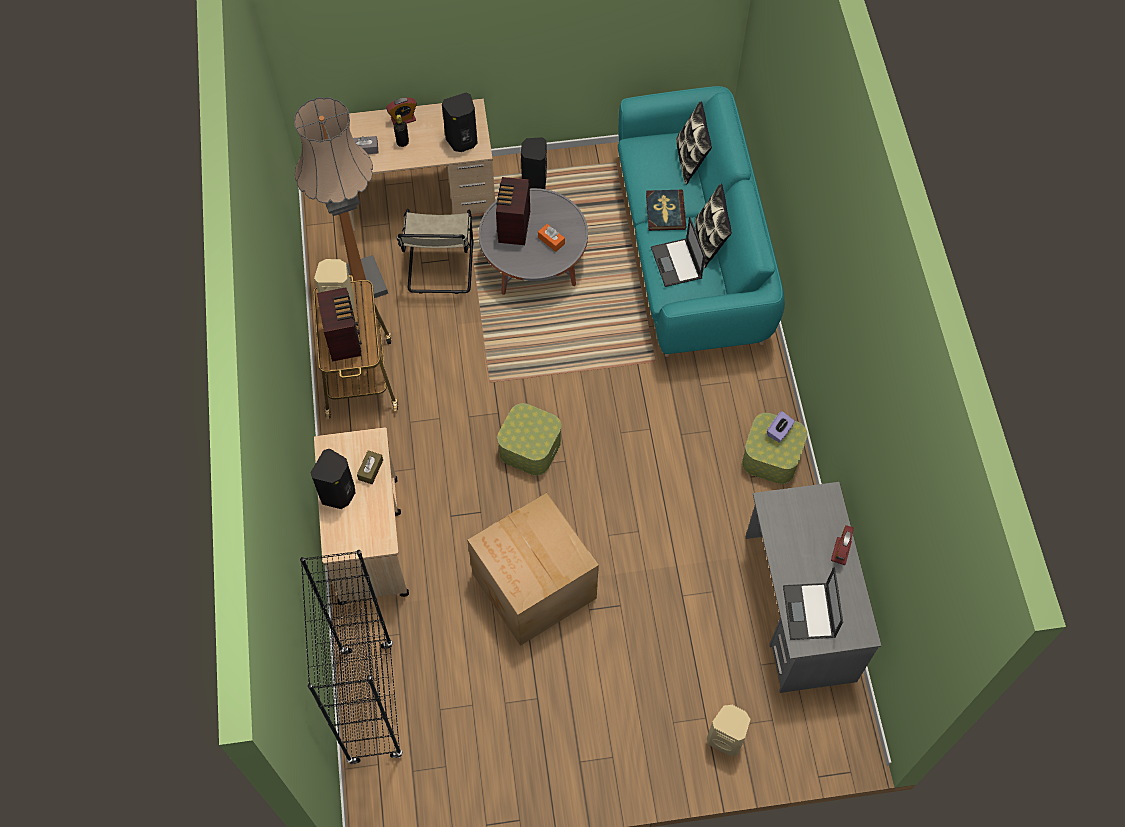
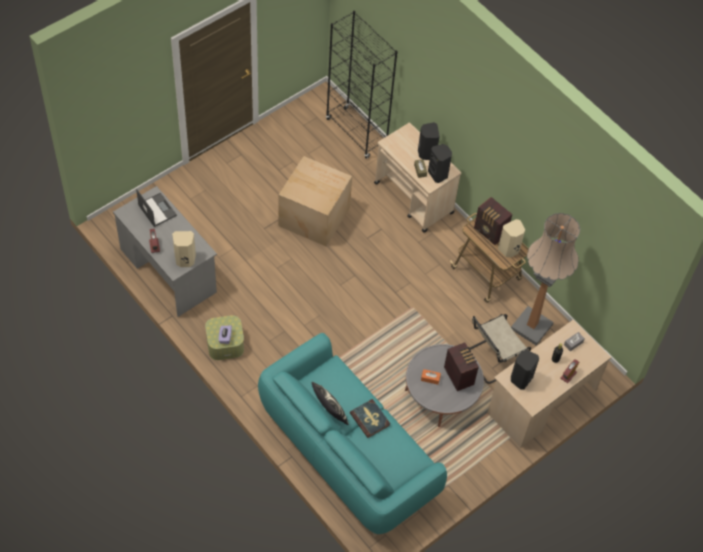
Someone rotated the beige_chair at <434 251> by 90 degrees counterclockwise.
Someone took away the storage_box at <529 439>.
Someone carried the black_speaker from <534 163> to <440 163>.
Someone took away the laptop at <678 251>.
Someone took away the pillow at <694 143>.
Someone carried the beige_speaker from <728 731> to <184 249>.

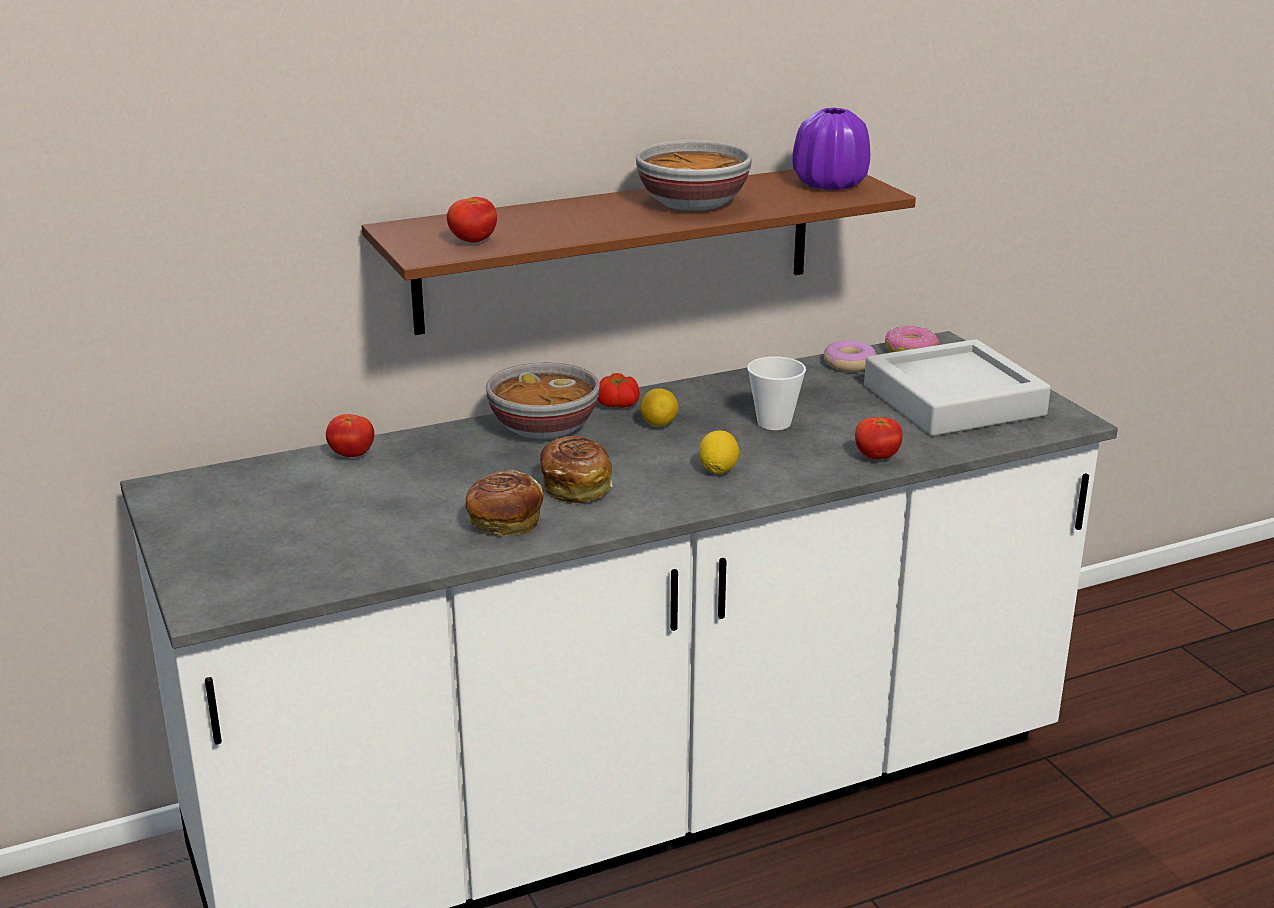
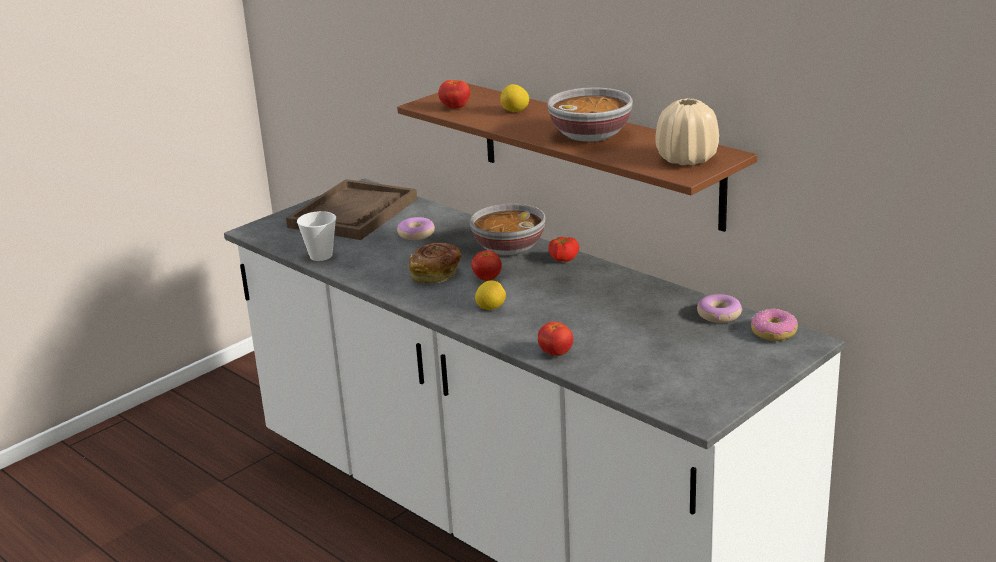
Someone carried the tomato from <350 435> to <486 265>.
Someone took away the bread at <504 503>.
Someone carried the lemon from <659 407> to <514 98>.
Someone carried the cup from <776 393> to <316 236>.
Someone repainted the purple_vase at <831 149>, which became the beige_vase at <687 131>.
Someone took away the grey_tray at <957 387>.
Someone put down the brown_tray at <351 209>.
Someone put down the donut at <416 228>.

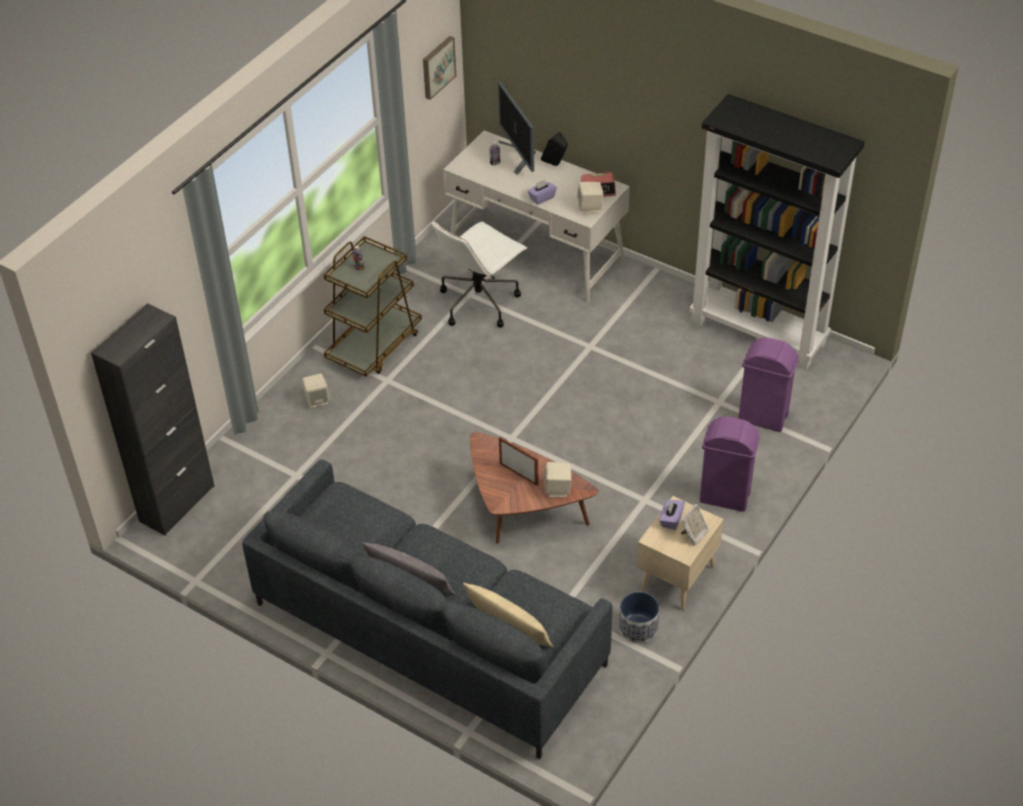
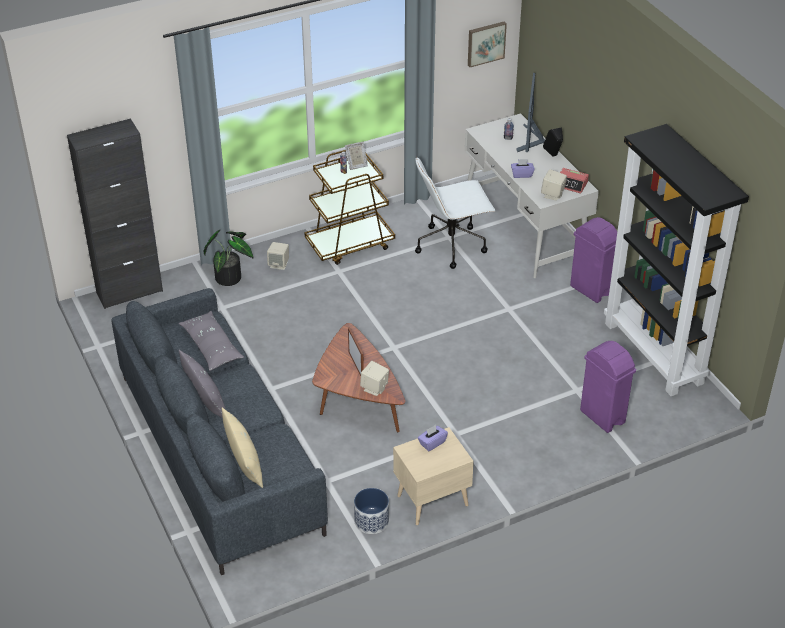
Someone carried the picture_frame from <695 525> to <356 156>.
Someone carried the purple_trash_can from <730 464> to <593 260>.
Someone put down the grey_pillow at <211 341>.
Someone put down the potted_plant at <228 258>.

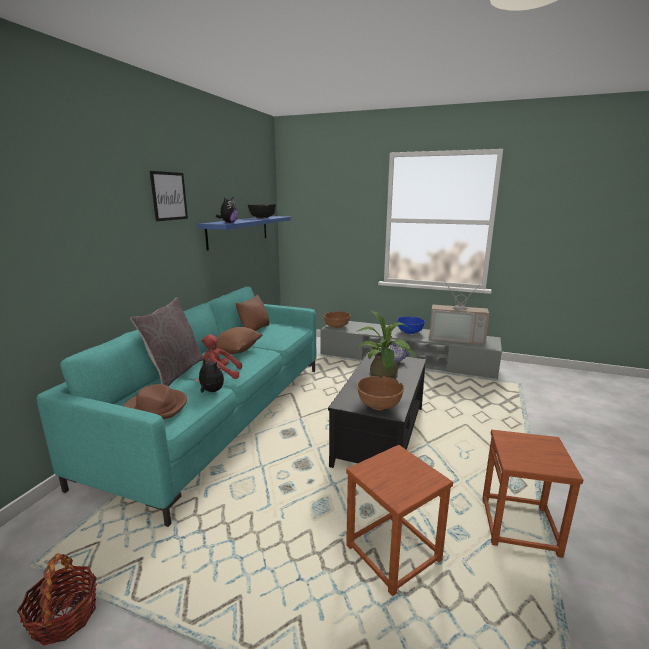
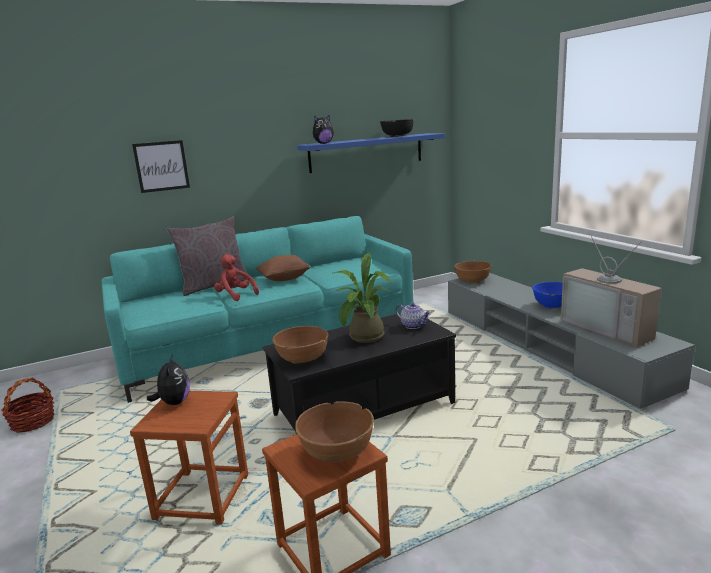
Someone took away the brown_hat at <155 401>.
Someone carried the picture from <169 196> to <161 166>.
Someone carried the plush_toy from <209 375> to <168 380>.
Someone took away the brown_pillow at <253 312>.
Someone put down the brown_bowl at <334 432>.

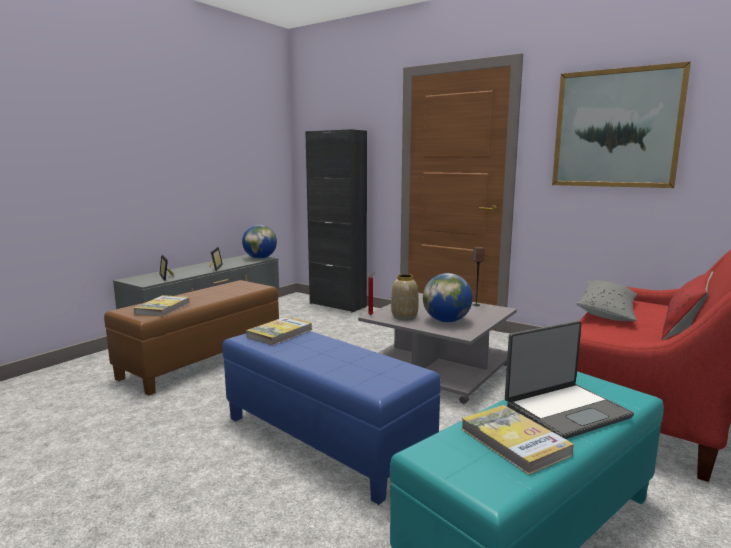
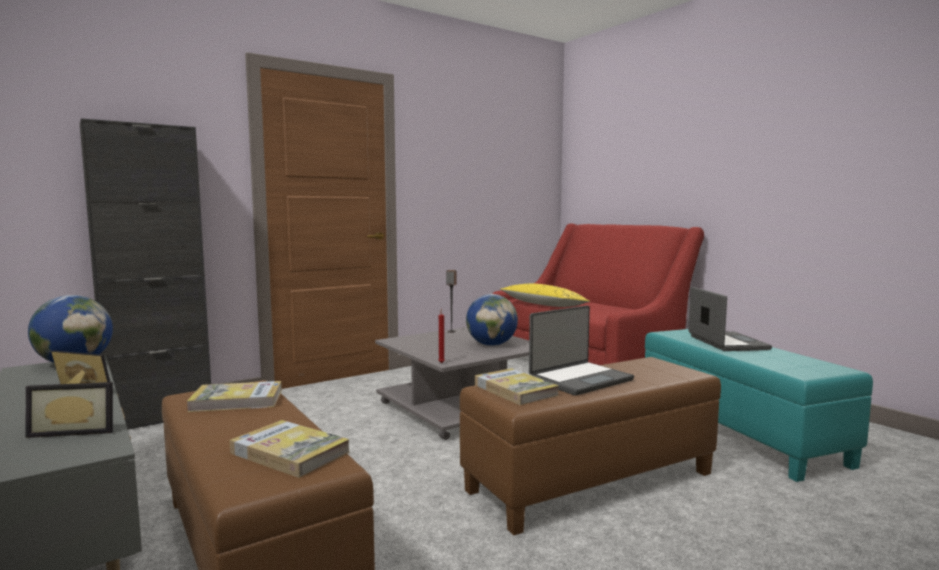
Someone repainted the blue_ottoman at <331 418>, which became the brown_ottoman at <590 446>.
Someone took away the vase at <405 297>.
Someone carried the book from <518 440> to <234 396>.
Someone took away the picture at <621 125>.
Someone repainted the grey_pillow at <606 300>, which became the yellow_pillow at <545 295>.
Someone took away the red_pillow at <687 305>.
Someone put down the laptop at <581 351>.

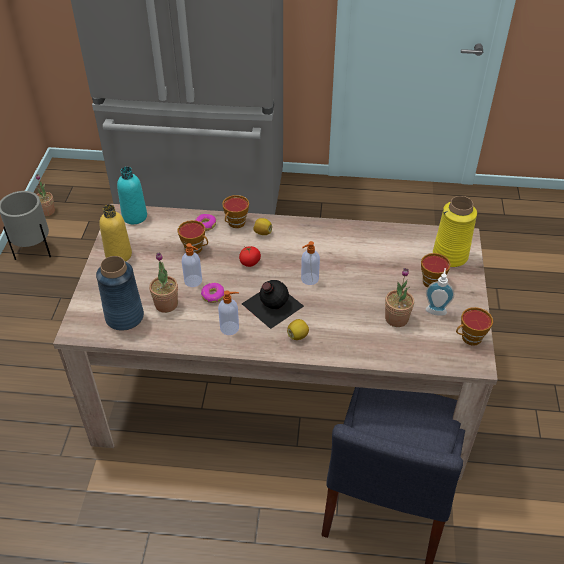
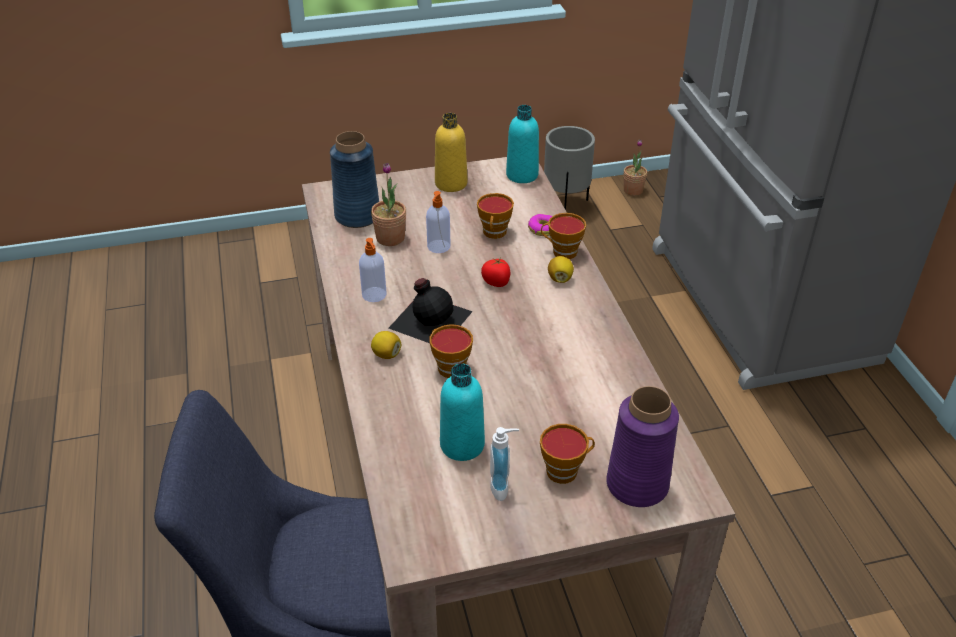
Someone took away the donut at <212 293>.
Someone took away the soap_dispenser at <310 263>.
Someone swapped the potted_plant at <399 297> for the turquoise_bottle at <462 412>.
Someone repainted the yellow_vase at <455 231>, which became the purple_vase at <642 446>.
Someone carried the cup from <474 326> to <451 351>.

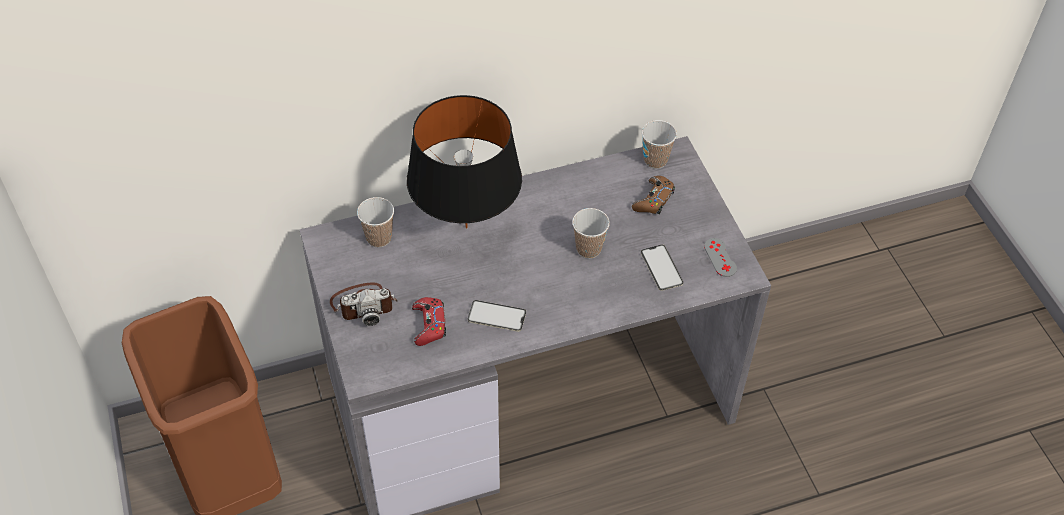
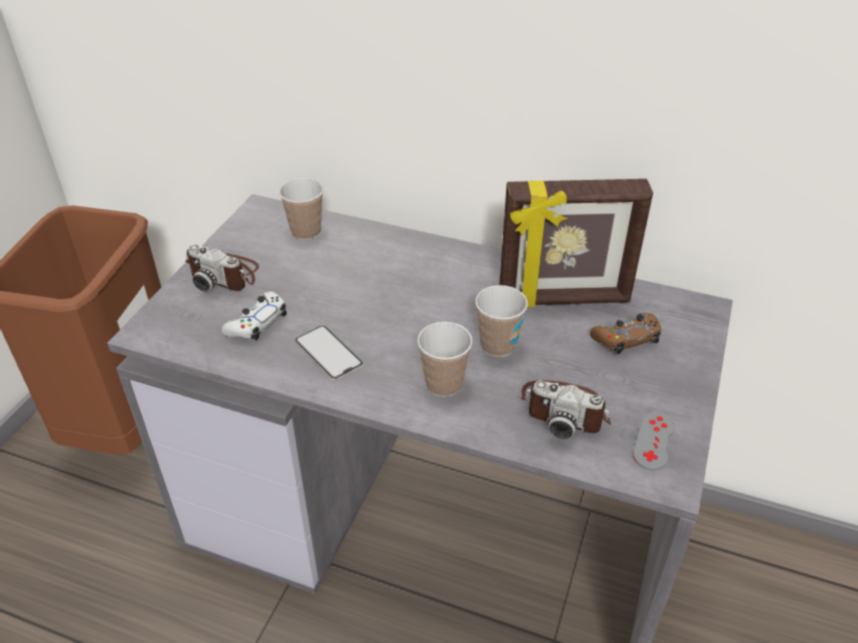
Someone took away the black_table_lamp at <464 161>.
Someone repainted the red_game_controller at <429 321>, which became the white_game_controller at <254 316>.
Someone swapped the phone at <662 267> for the photo_camera at <565 409>.
Someone carried the cup from <659 144> to <444 359>.
Someone put down the picture_frame at <576 243>.

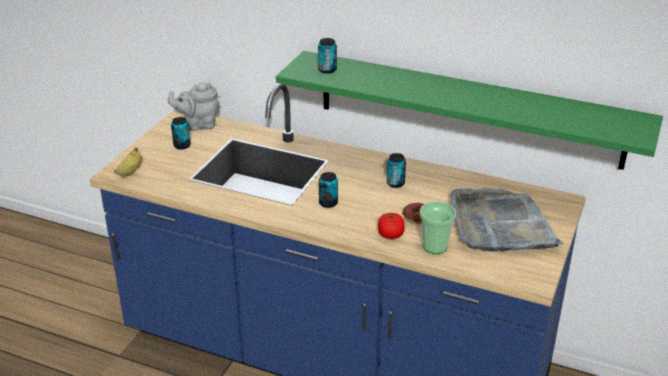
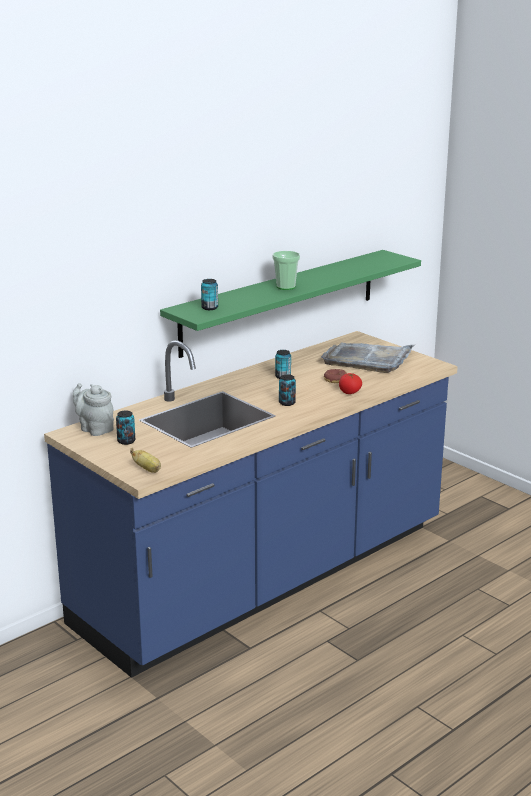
Someone rotated the grey_teapot at <193 106> by 120 degrees clockwise.
Someone carried the cup from <438 228> to <286 270>.

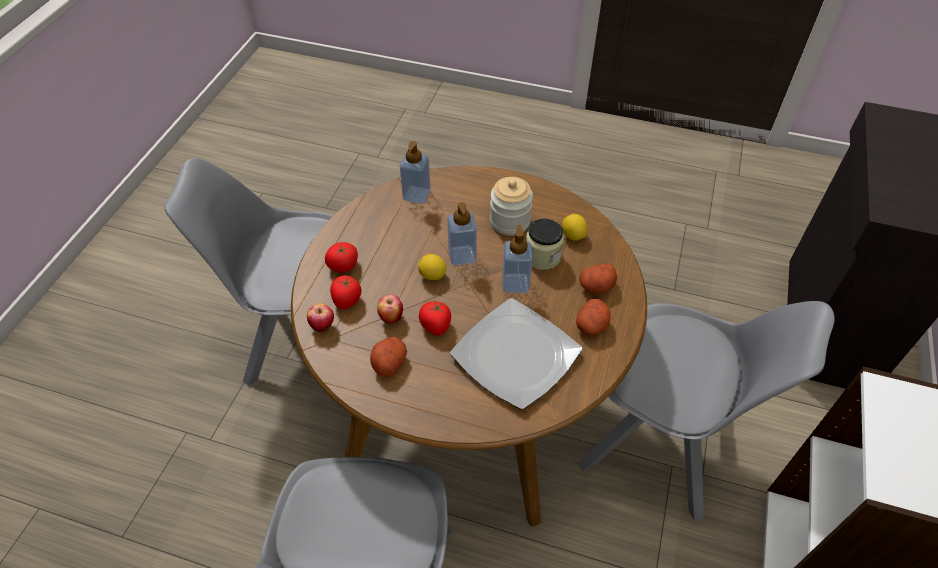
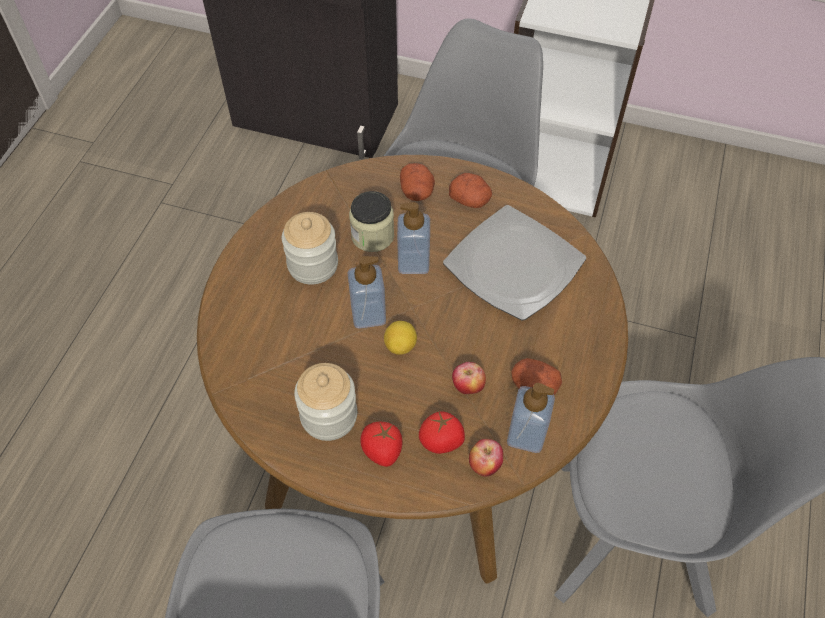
Someone carried the soap_dispenser from <415 172> to <531 418>.
Someone took away the tomato at <435 318>.
Someone took away the lemon at <574 227>.
Someone put down the jar at <325 402>.

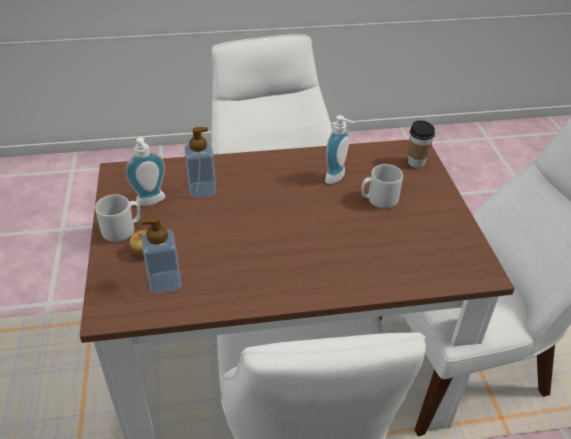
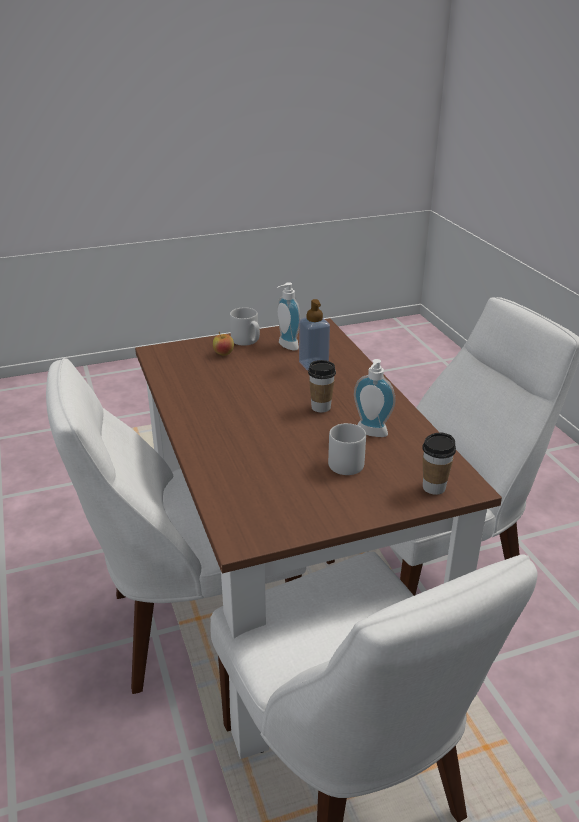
Someone took away the soap_dispenser at <161 255>.
Someone put down the cup at <322 386>.

